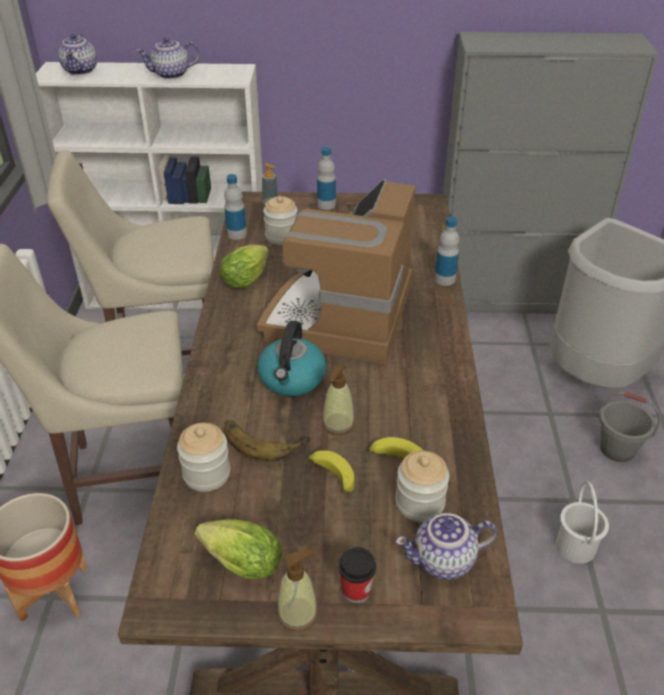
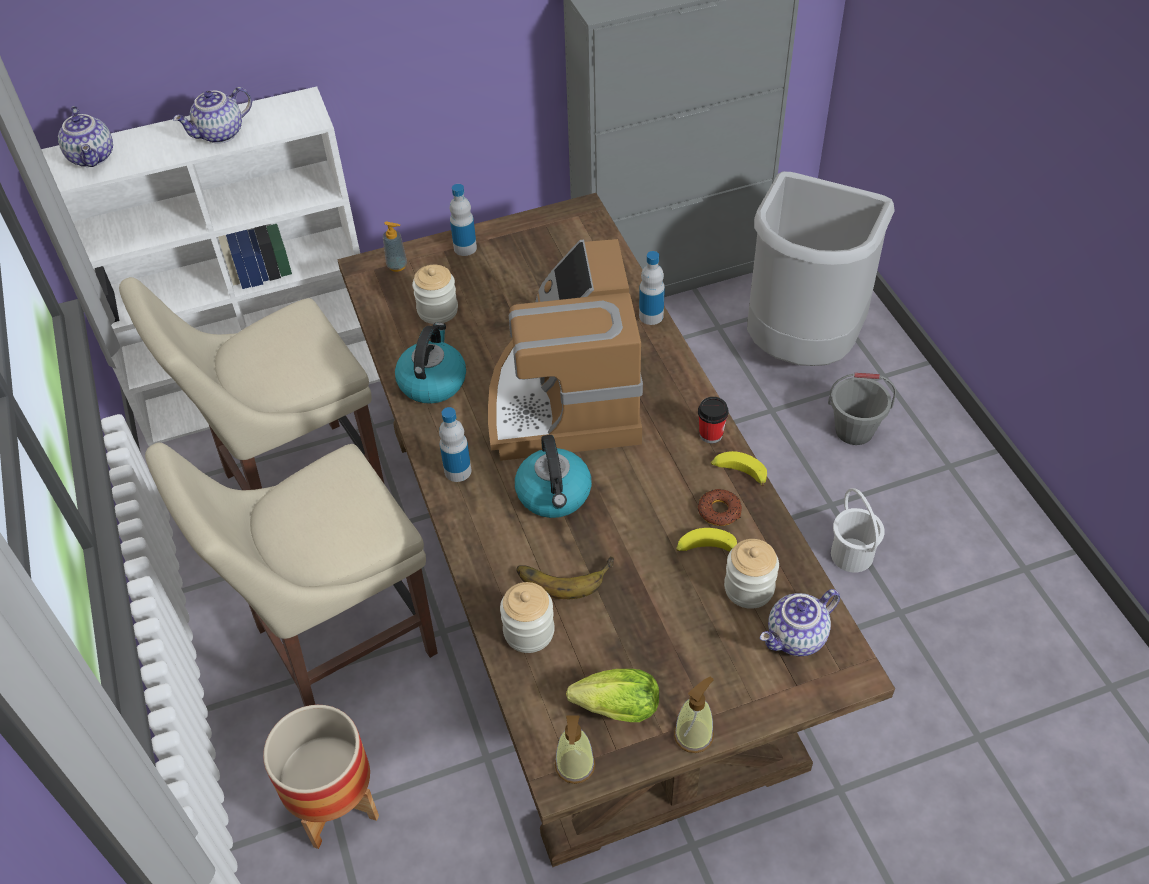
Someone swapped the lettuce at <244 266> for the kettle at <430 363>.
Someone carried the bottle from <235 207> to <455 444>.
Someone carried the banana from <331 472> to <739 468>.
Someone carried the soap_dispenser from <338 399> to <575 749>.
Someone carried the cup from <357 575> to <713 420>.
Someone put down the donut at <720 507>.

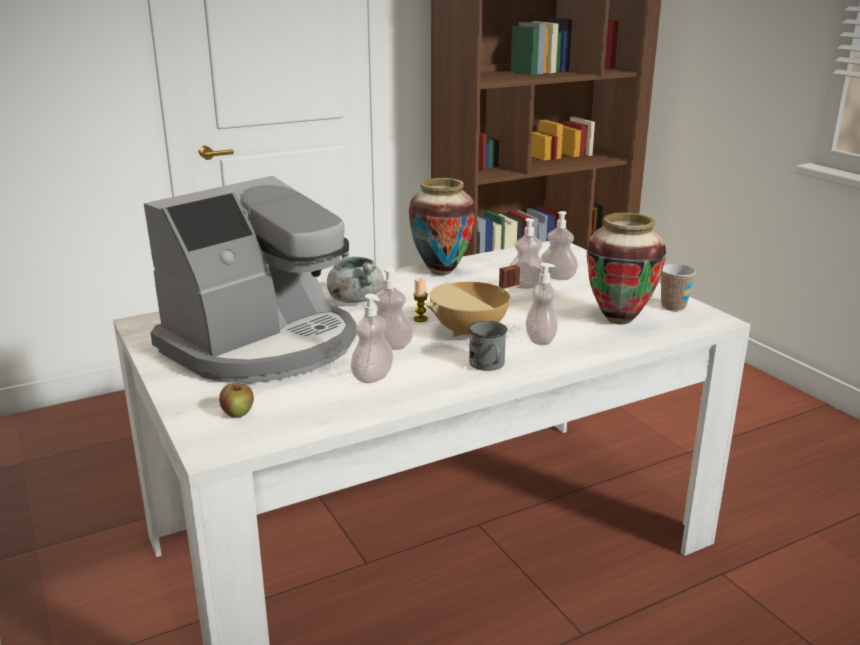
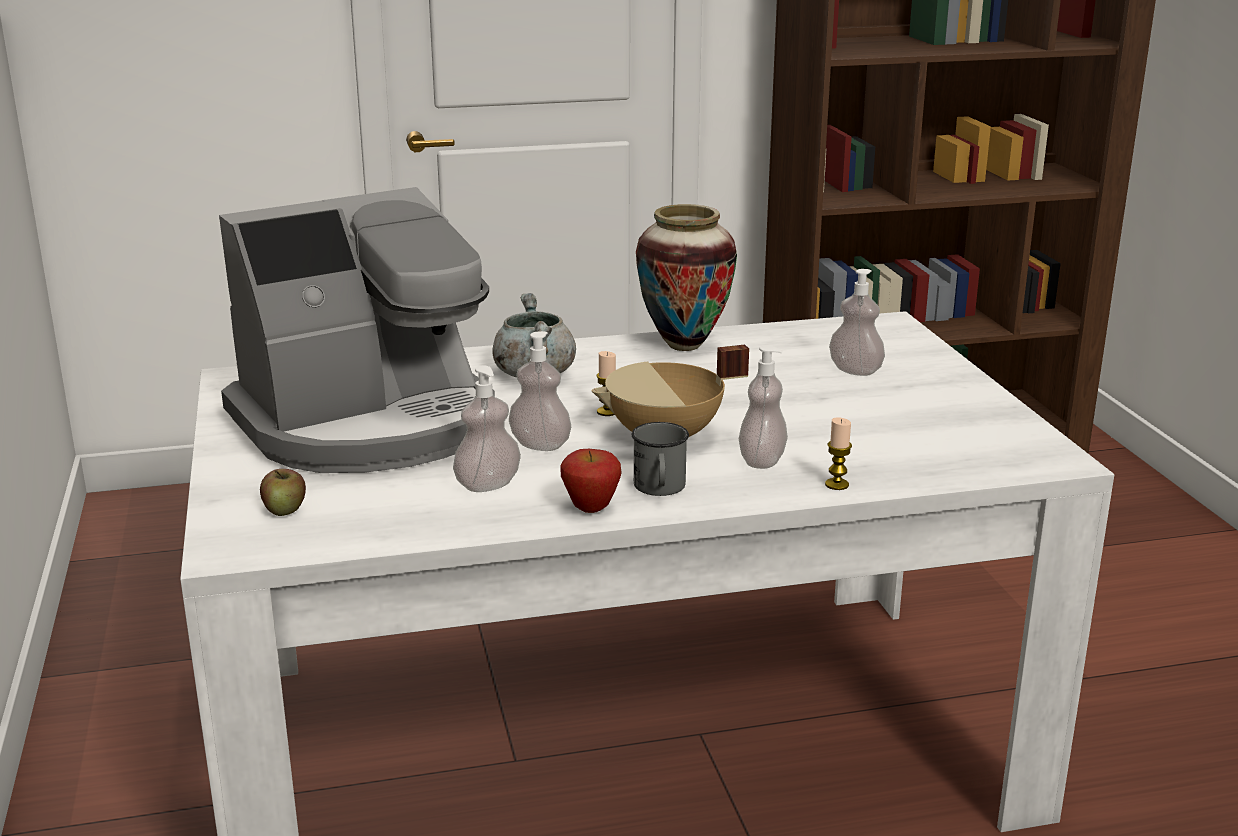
Someone took away the soap_dispenser at <526 253>.
Someone took away the vase at <626 269>.
Someone took away the cup at <678 287>.
Someone put down the apple at <591 481>.
Someone put down the candle at <838 453>.

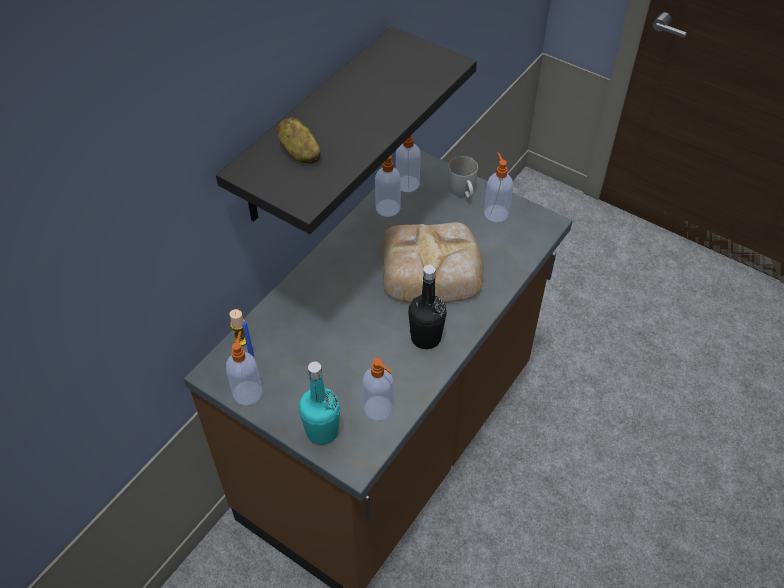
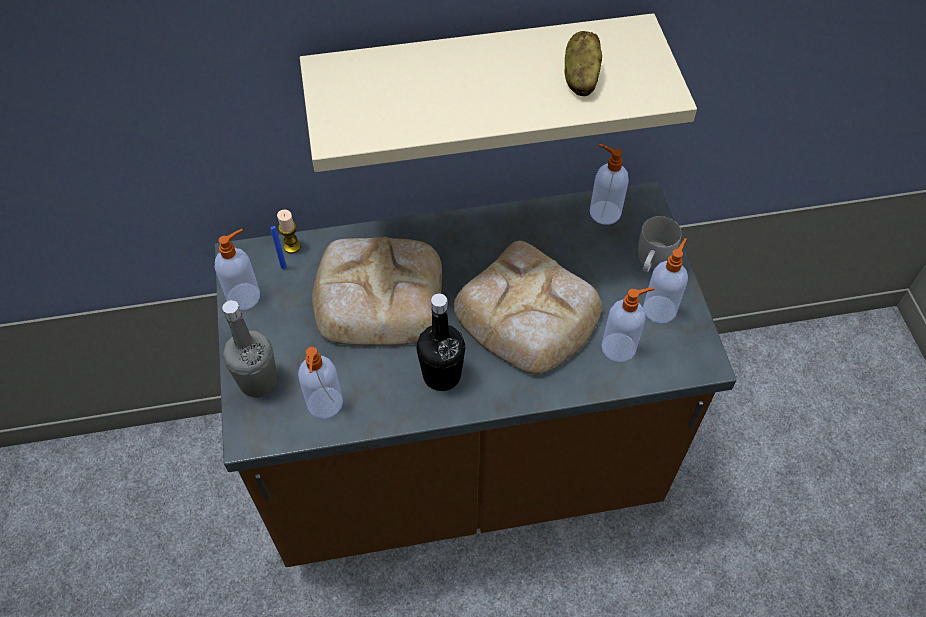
Someone repainted the black_shelf at <346 130>, which became the beige_shelf at <498 92>.
Someone carried the potato from <299 140> to <583 63>.
Someone repainted the turquoise_bottle at <319 403>, which became the grey_bottle at <250 349>.
Someone carried the soap_dispenser from <388 186> to <627 324>.
Someone put down the bread at <377 291>.

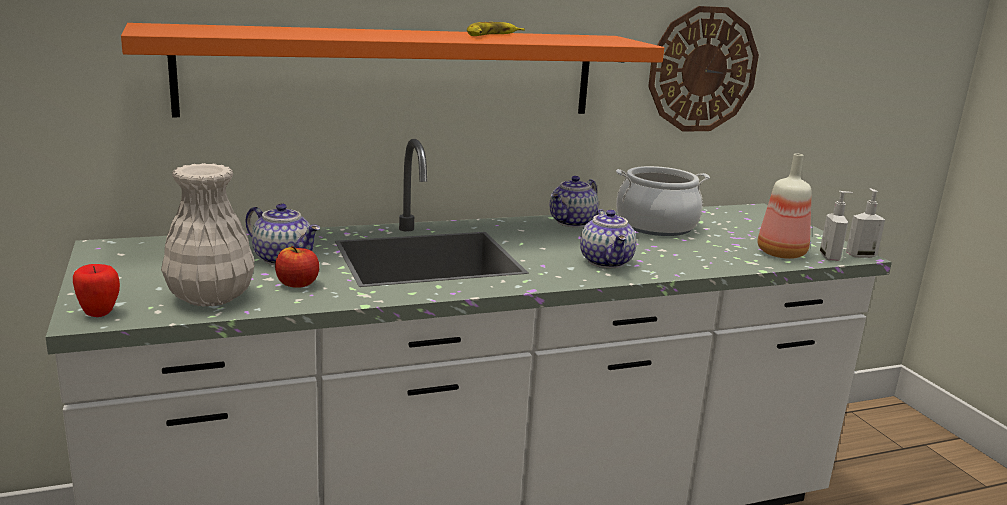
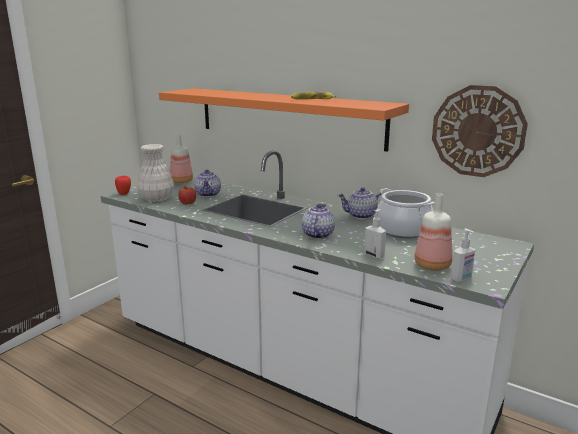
Someone rotated the teapot at <608 239> by 150 degrees clockwise.
Someone carried the soap_dispenser from <865 223> to <375 234>.
Someone put down the bottle at <181 158>.

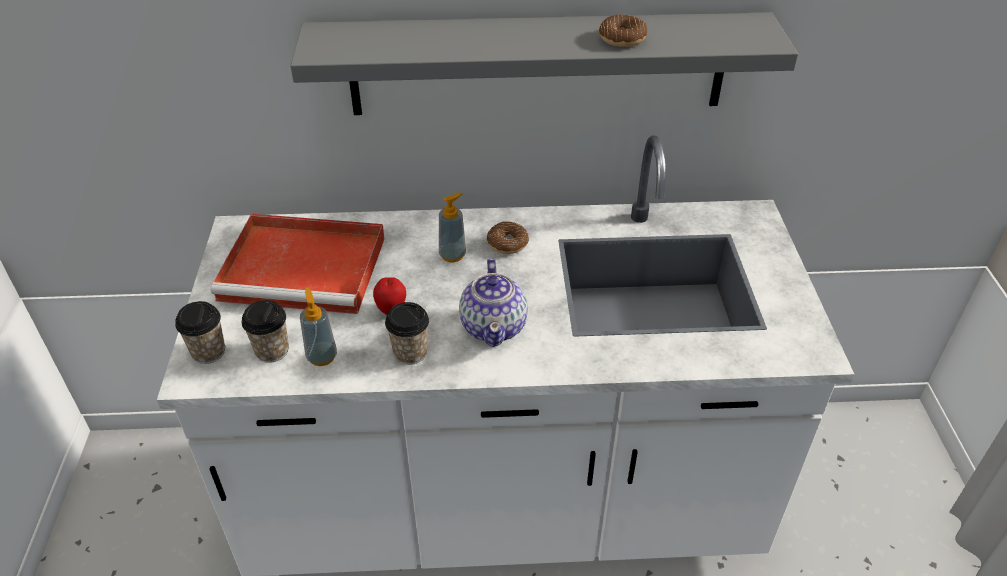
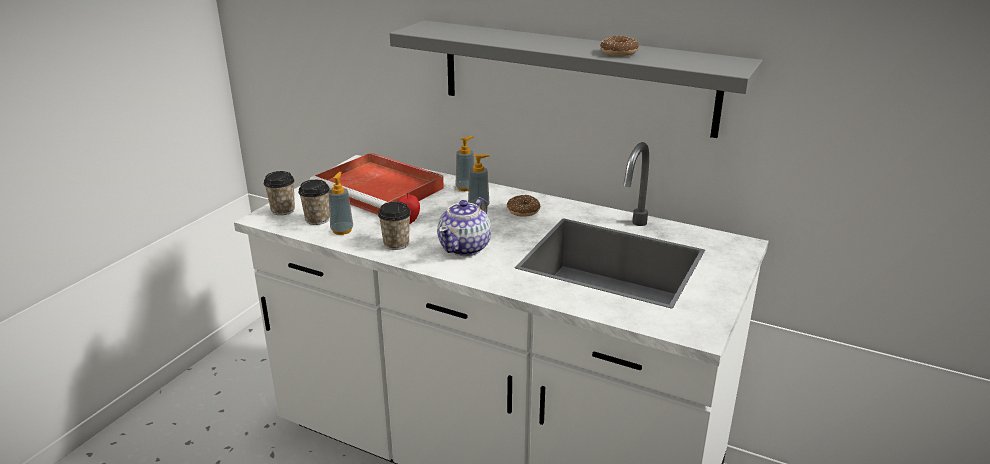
Someone put down the soap_dispenser at <465 163>.

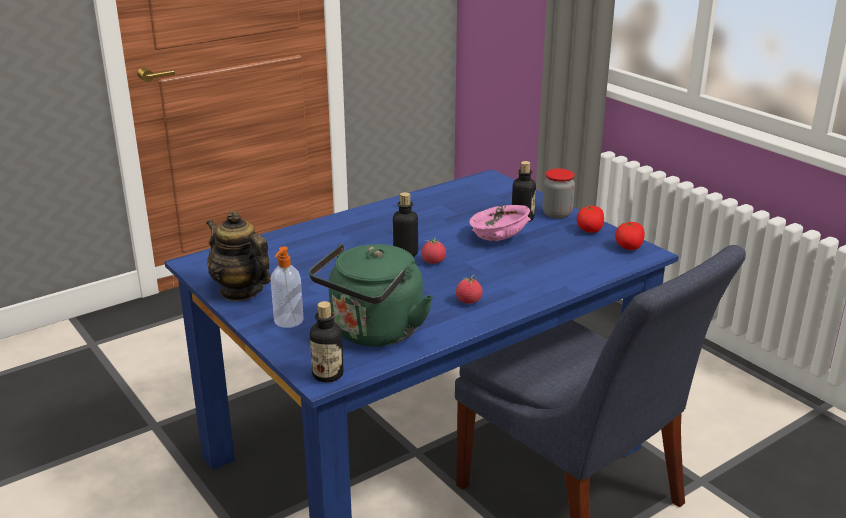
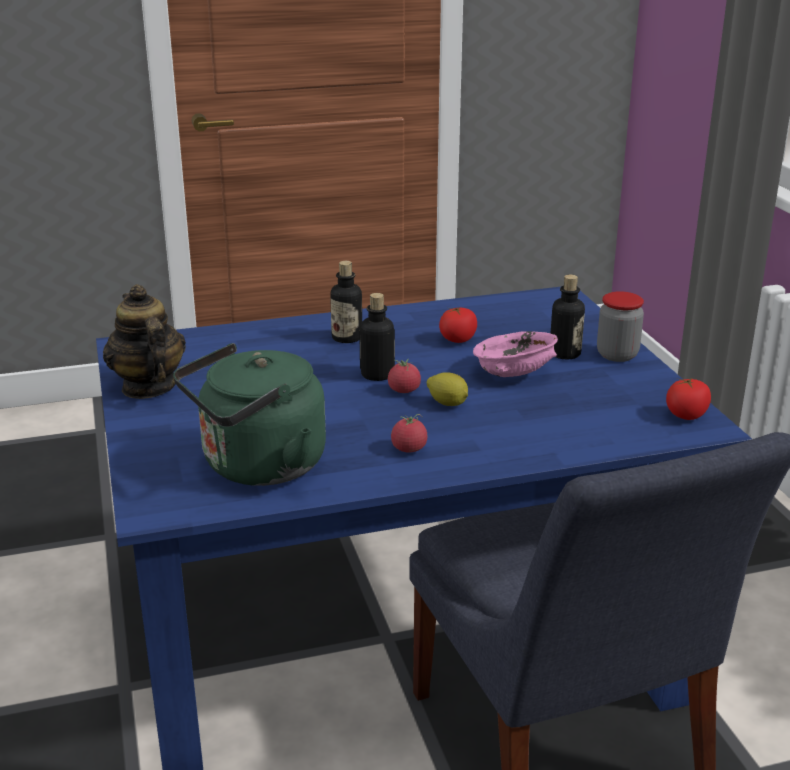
Someone took away the soap_dispenser at <287 287>.
Someone carried the bottle from <327 341> to <346 302>.
Someone carried the tomato from <590 219> to <458 325>.
Someone put down the lemon at <447 389>.

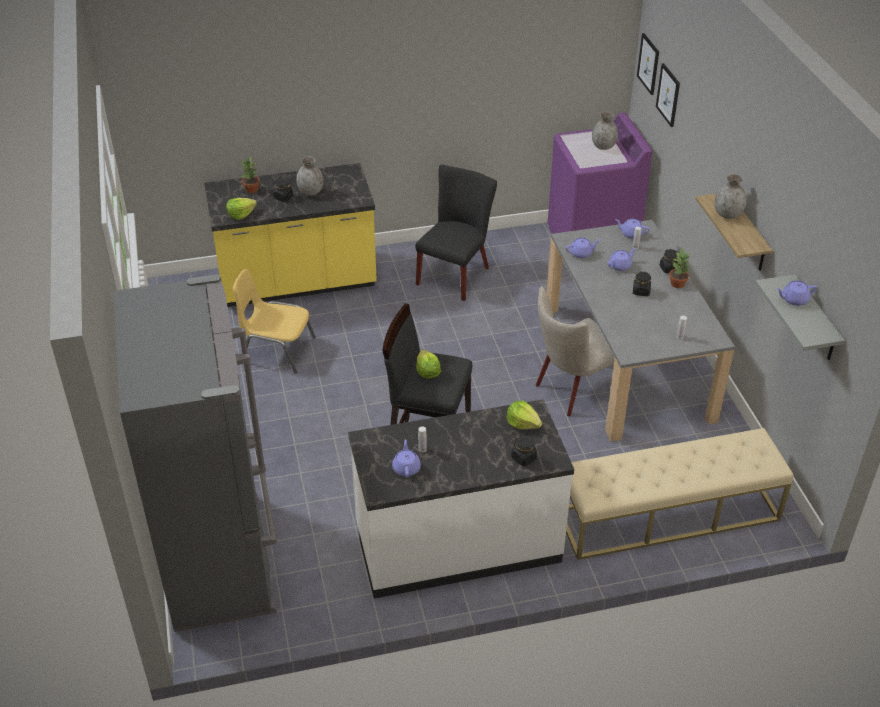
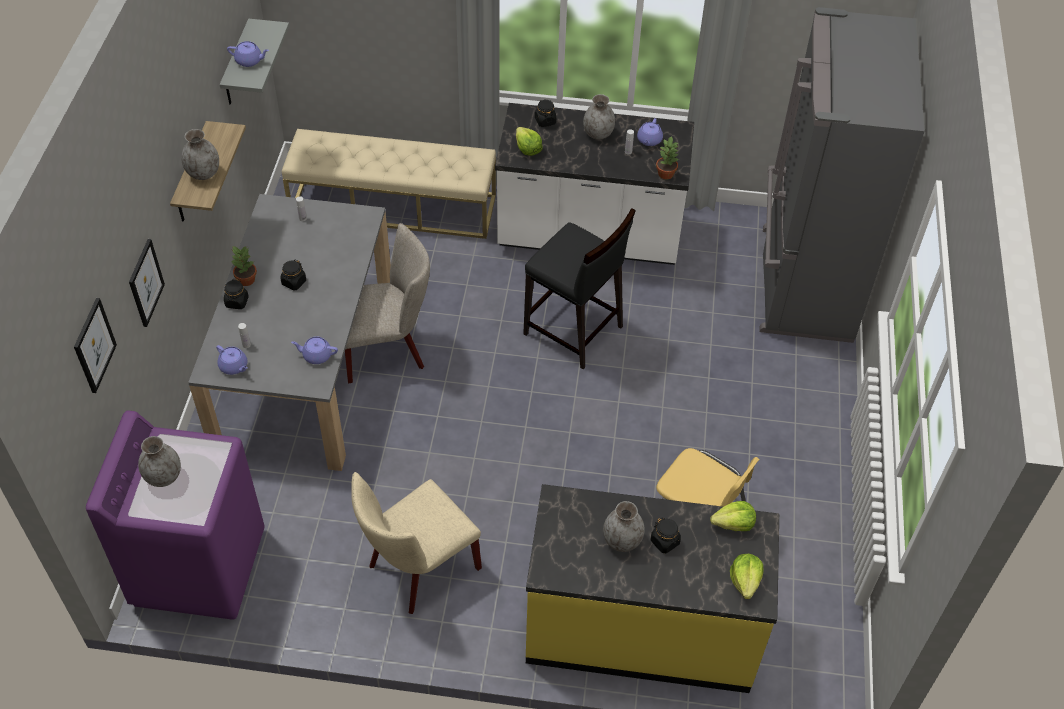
Someone carried the potted_plant from <250 175> to <668 157>.
Someone repainted the black_chair at <456 233>, which became the beige_chair at <416 543>.
Someone carried the lettuce from <428 364> to <747 576>.
Someone took away the purple_teapot at <622 259>.
Someone carried the picture from <648 64> to <147 283>.
Someone put down the grey_vase at <599 117>.

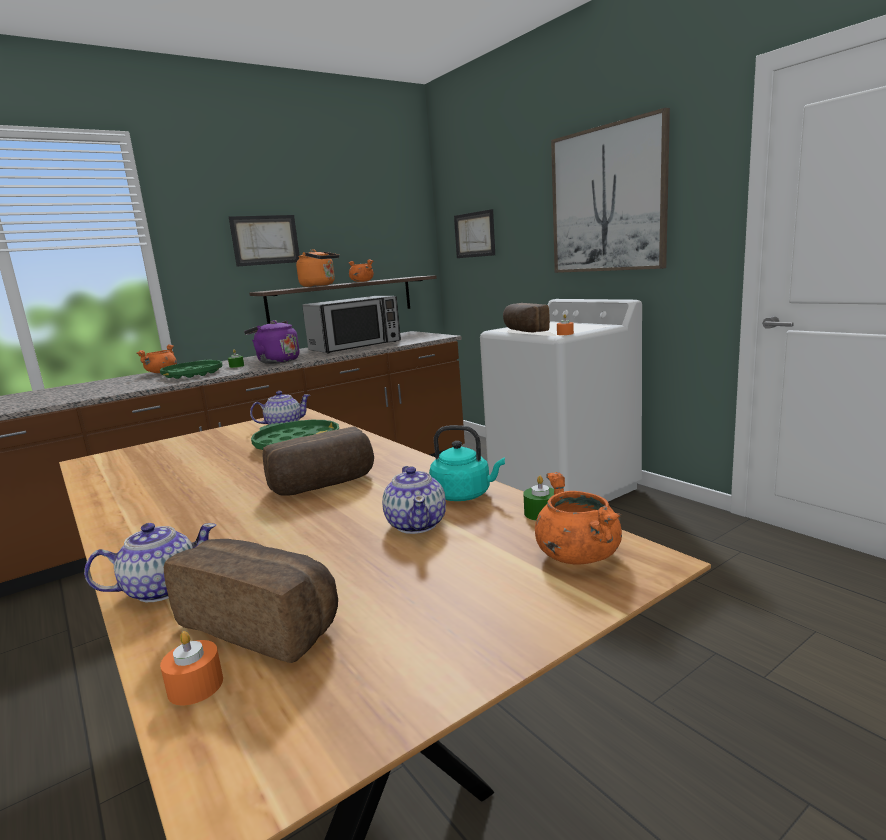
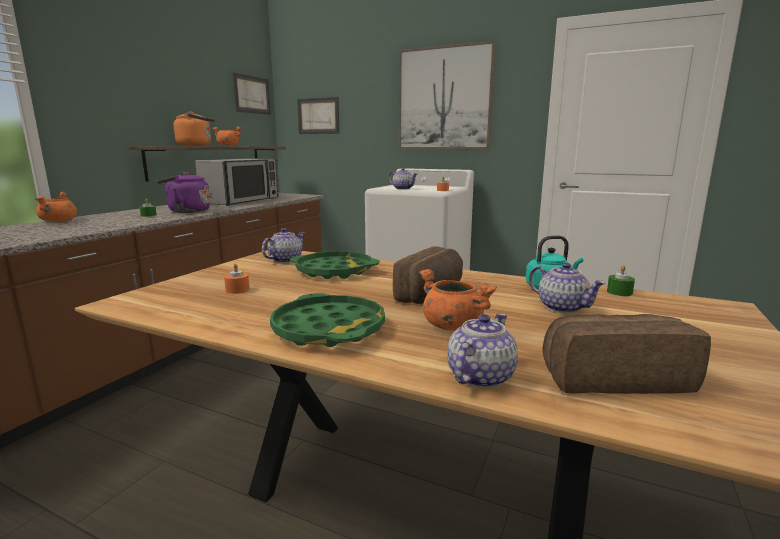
Someone carried the green_tray from <191 369> to <327 320>.
Someone carried the orange_candle from <191 668> to <237 278>.
Someone carried the picture from <264 241> to <252 94>.
Someone swapped the bread at <526 317> for the teapot at <403 179>.
Someone carried the orange_cooking_pot from <578 518> to <458 300>.

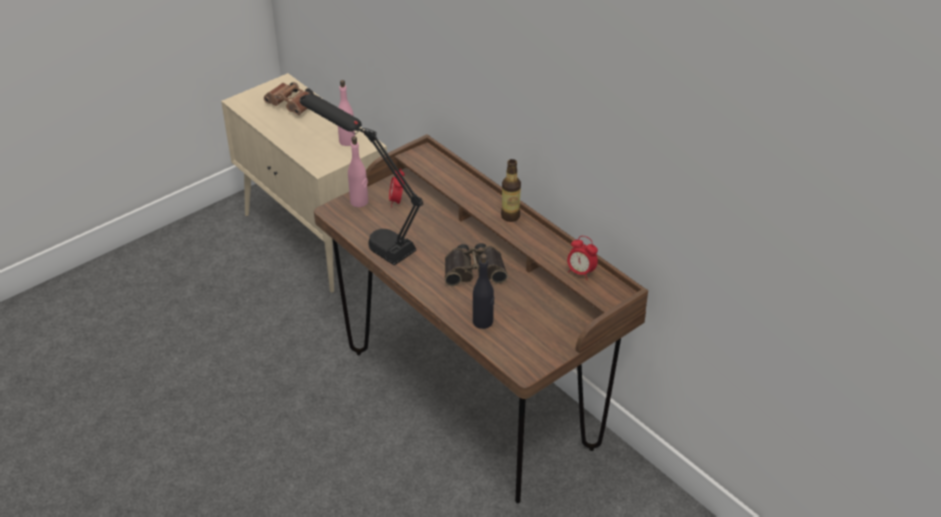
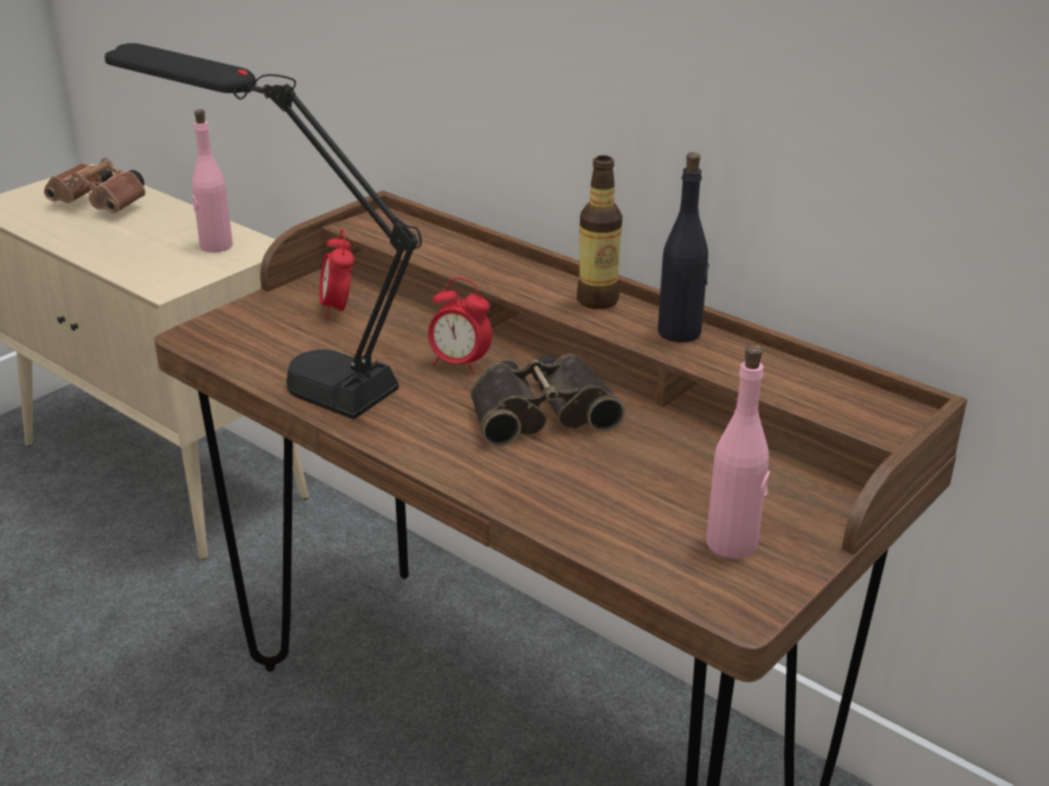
Someone carried the pink_bottle from <358 171> to <738 451>.
Someone carried the black_bottle from <483 291> to <683 247>.
Someone carried the alarm_clock from <582 258> to <460 326>.

